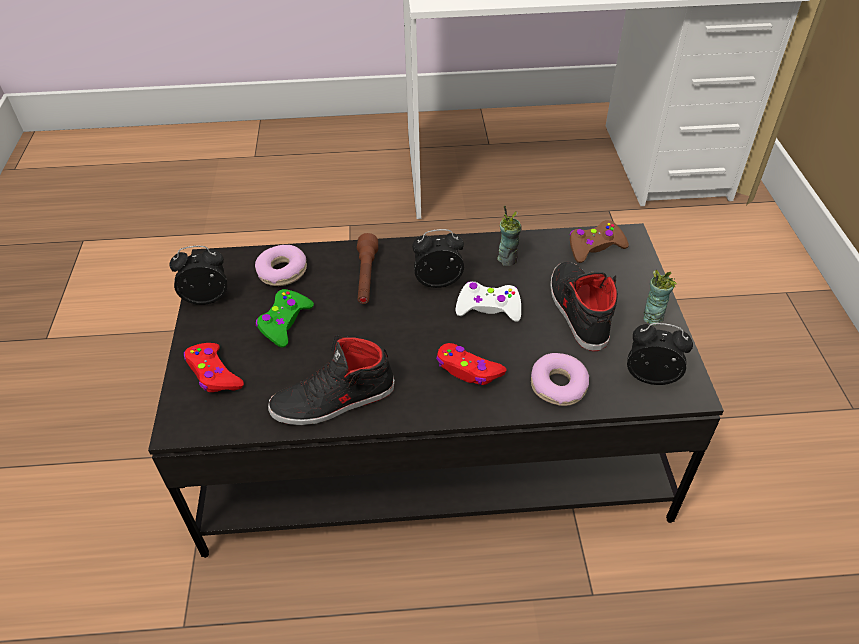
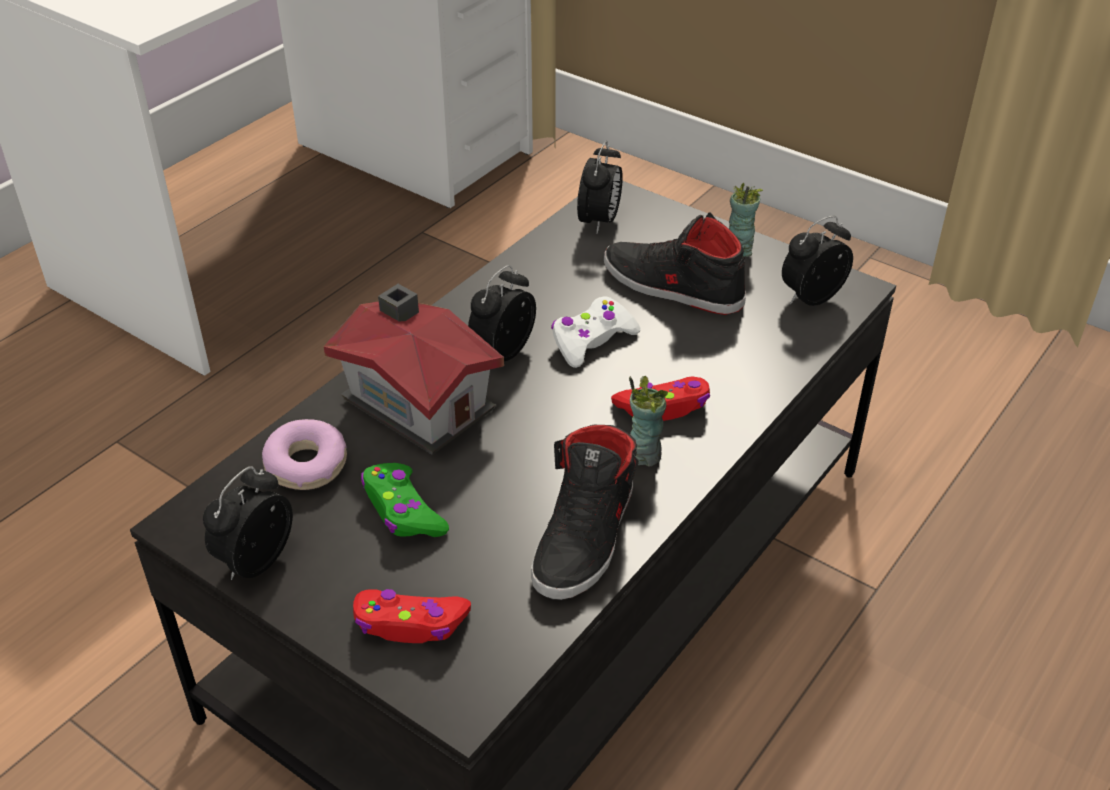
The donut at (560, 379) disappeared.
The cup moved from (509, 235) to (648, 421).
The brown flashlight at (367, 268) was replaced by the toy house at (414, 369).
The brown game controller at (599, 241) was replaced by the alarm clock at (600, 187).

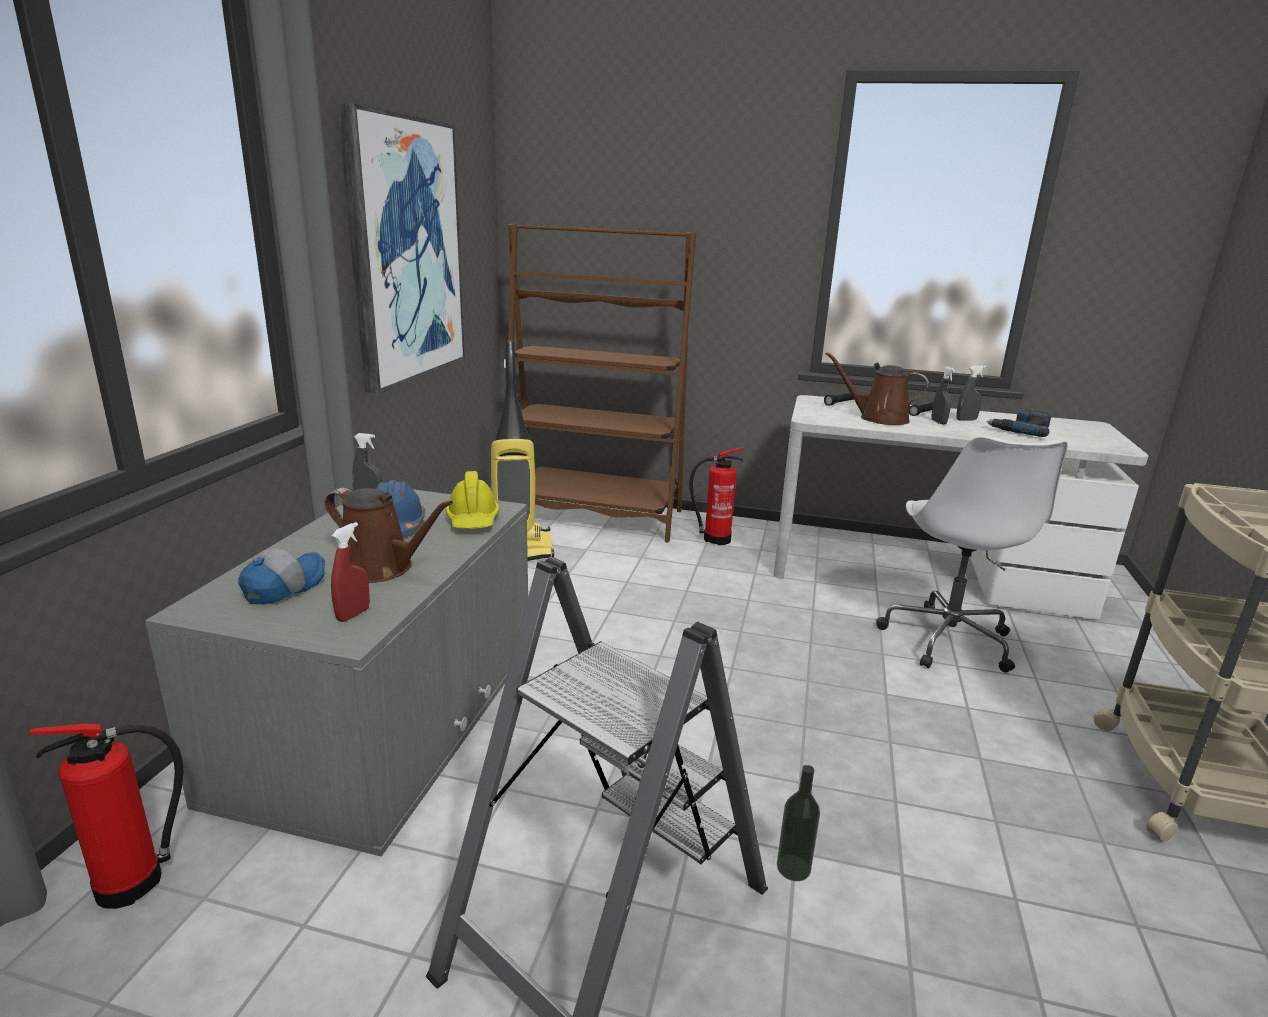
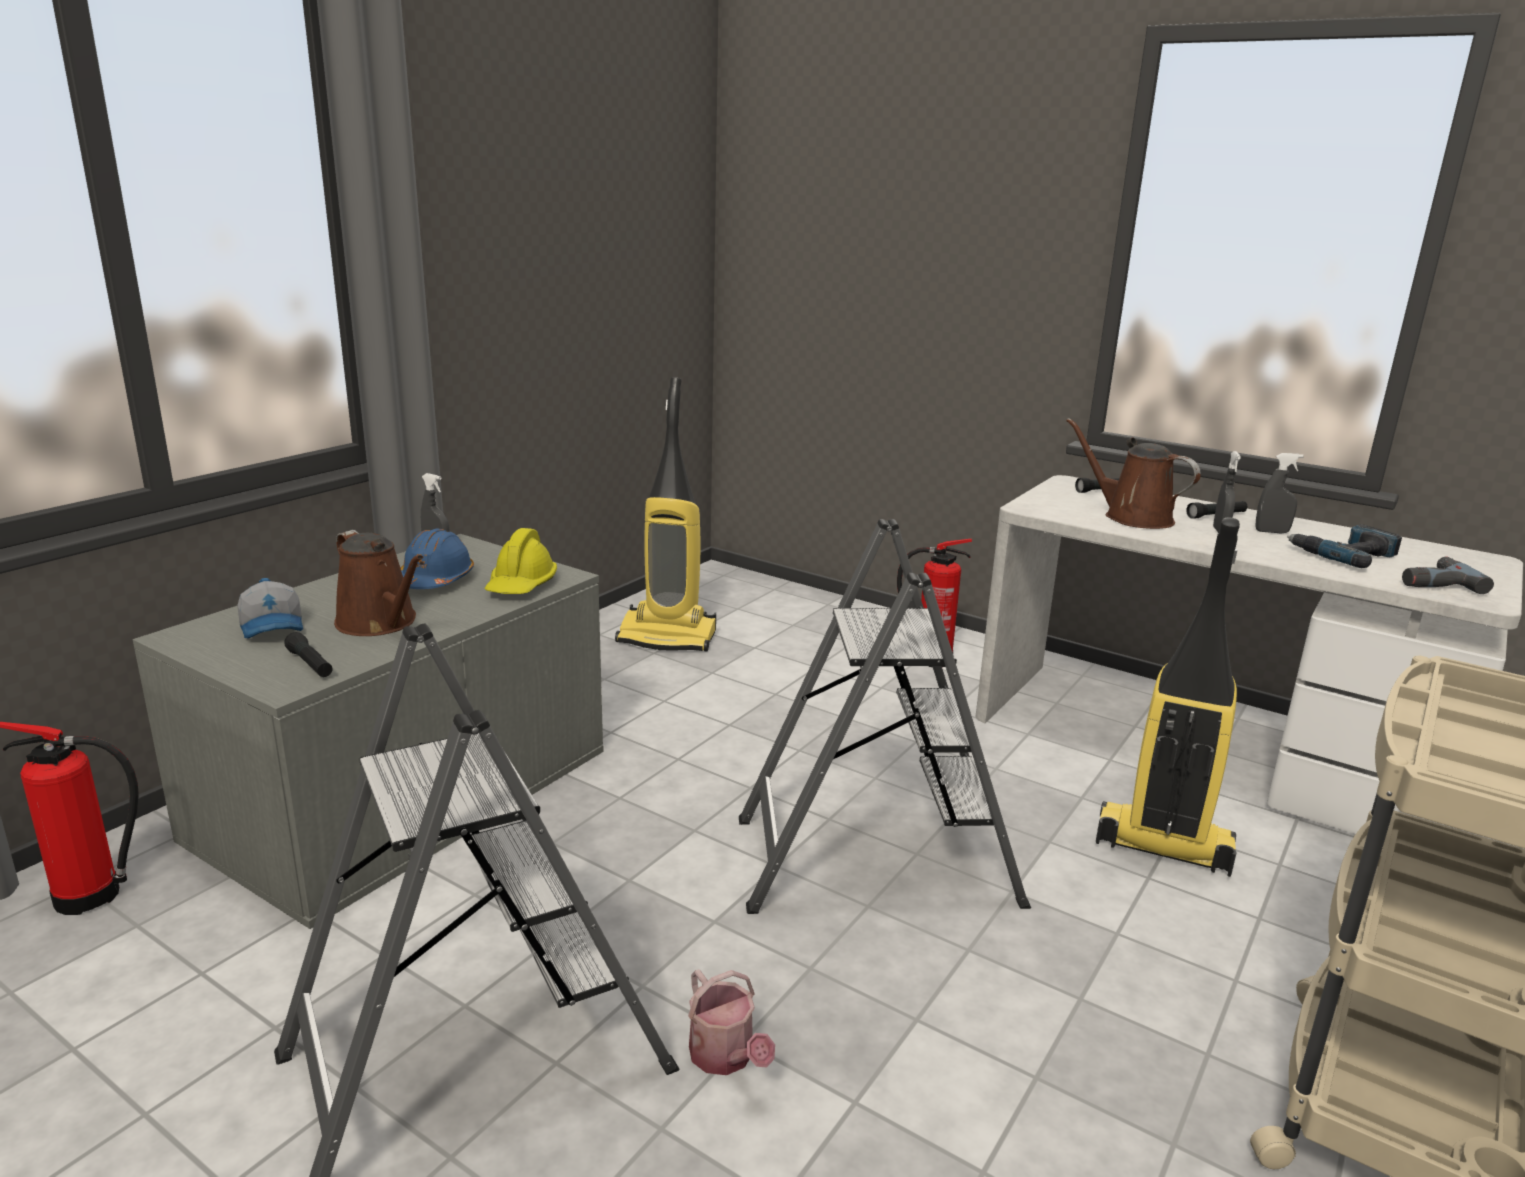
The picture at (401, 248) disappeared.
The brown bookcase at (602, 383) disappeared.
The grey step ladder at (885, 716) appeared.
The power drill at (1448, 575) appeared.
The red spray bottle at (350, 572) was replaced by the black flashlight at (308, 654).
The bottle at (798, 823) was replaced by the watering can at (731, 1022).
The white office chair at (972, 554) was replaced by the vacuum cleaner at (1168, 697).
The cap at (281, 576) turned 105 degrees clockwise.

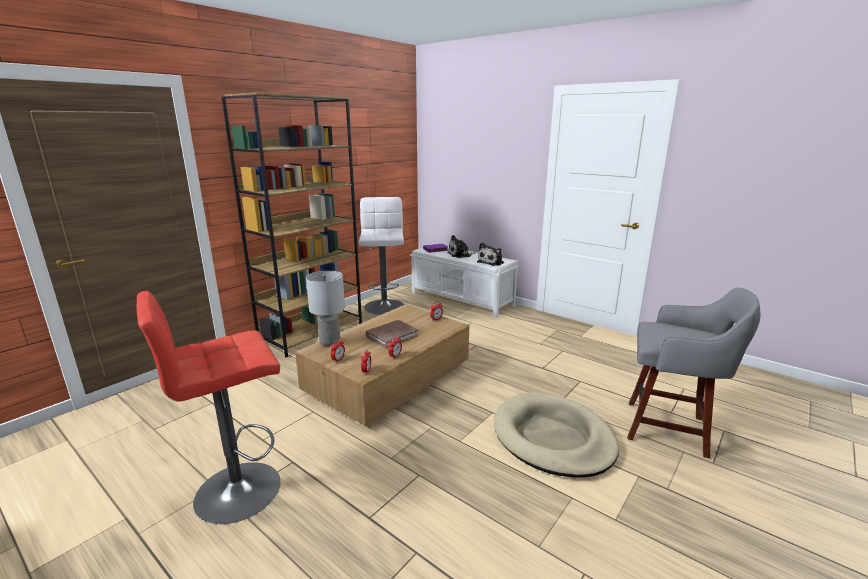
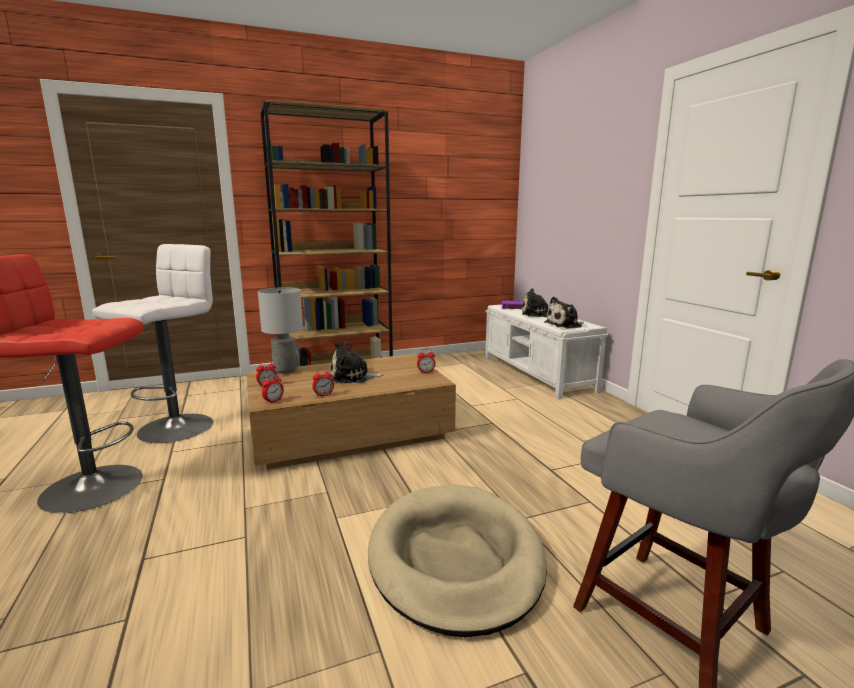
The white stool moved from (381, 256) to (152, 343).
The brown book at (392, 334) was replaced by the plush toy at (357, 362).

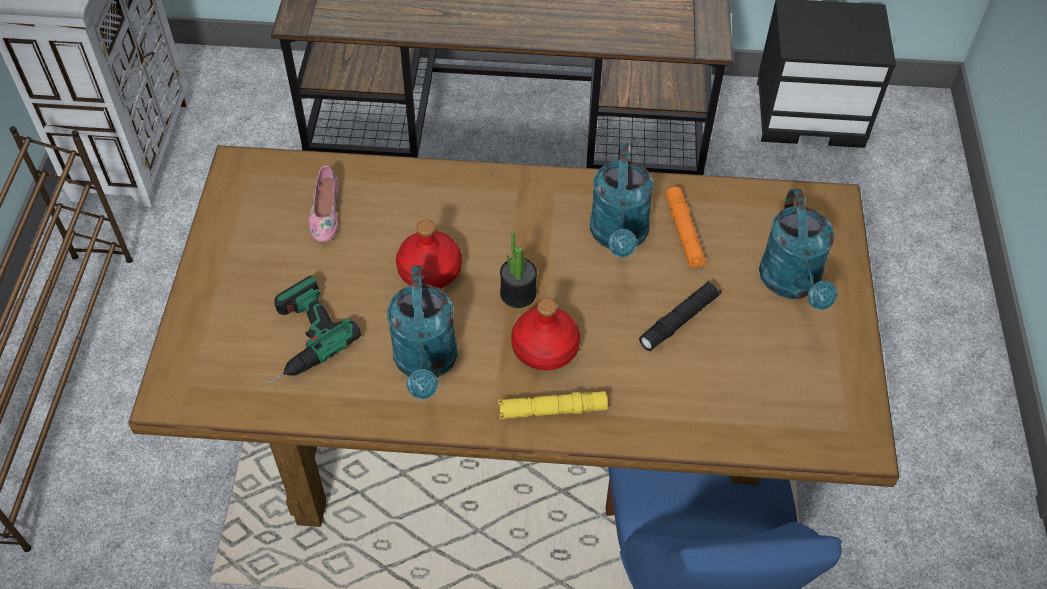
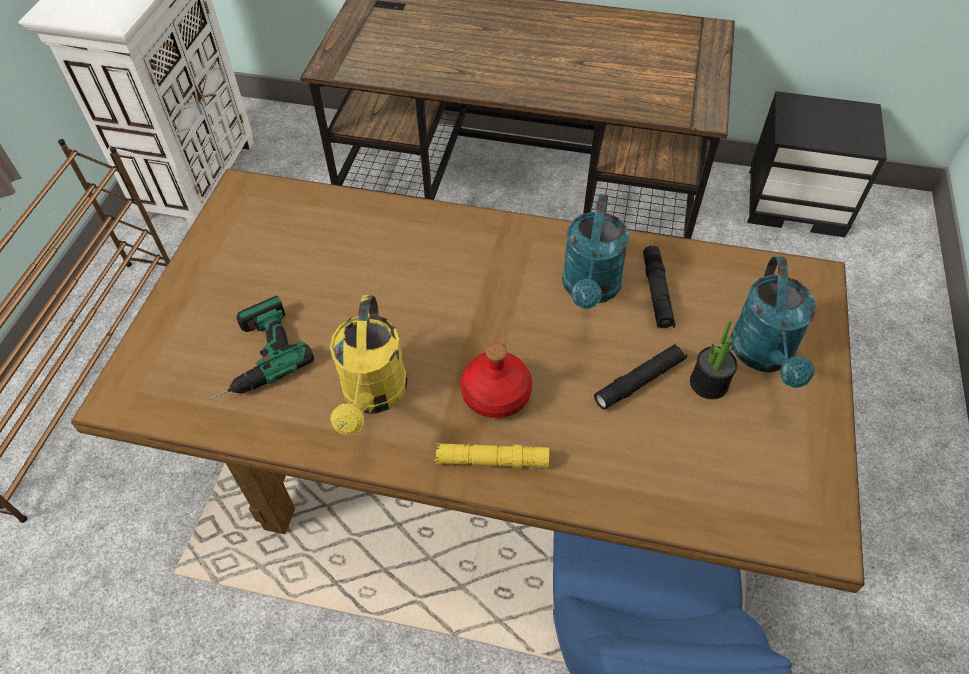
The pink shoe at (323, 204) disappeared.
The red bottle at (429, 254) disappeared.
The potted plant moved from (518, 269) to (714, 359).
The turquoise watering can at (422, 332) became the yellow watering can at (369, 365).
The orange flashlight at (686, 227) became the black flashlight at (659, 287).

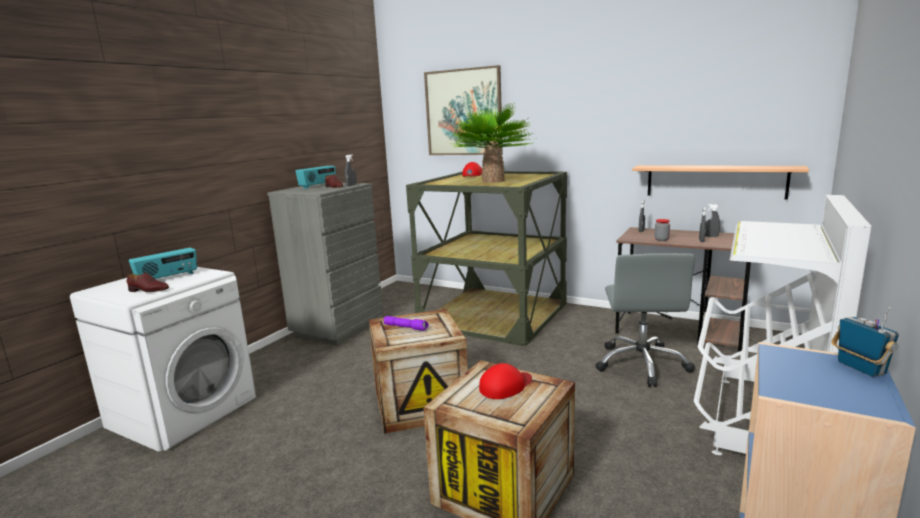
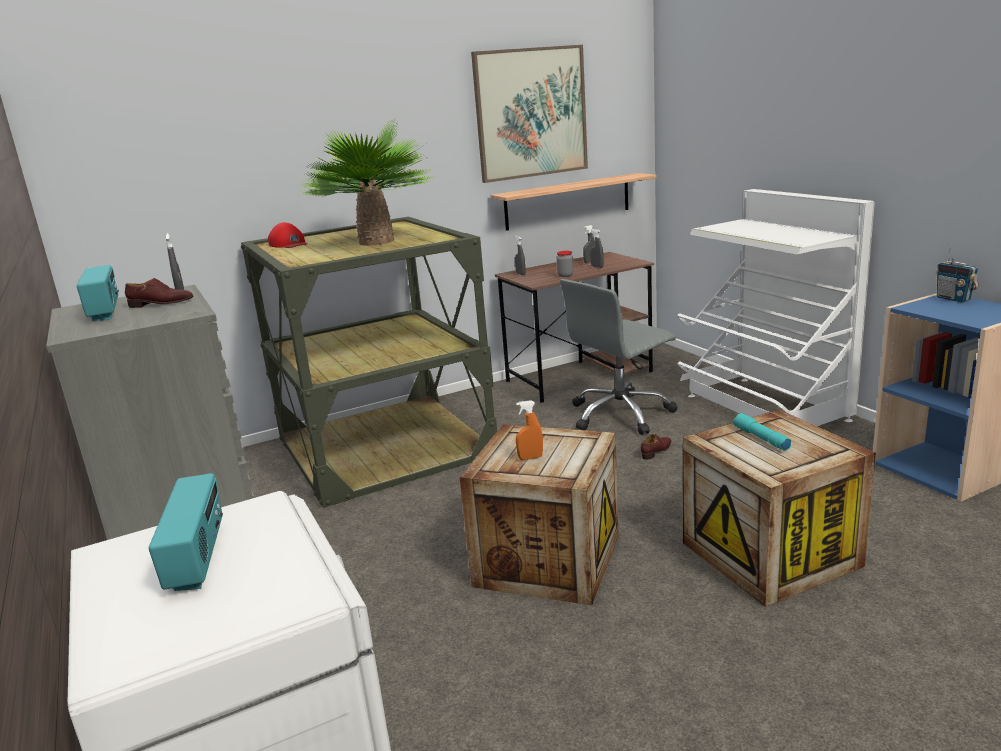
The brown shoe moved from (148, 282) to (655, 447).
The picture moved from (463, 110) to (529, 114).
The purple flashlight at (406, 323) was replaced by the orange spray bottle at (529, 430).
The red cap at (505, 381) was replaced by the turquoise flashlight at (762, 432).
The grey office chair at (645, 320) turned 105 degrees clockwise.
The radio at (865, 342) turned 135 degrees counterclockwise.

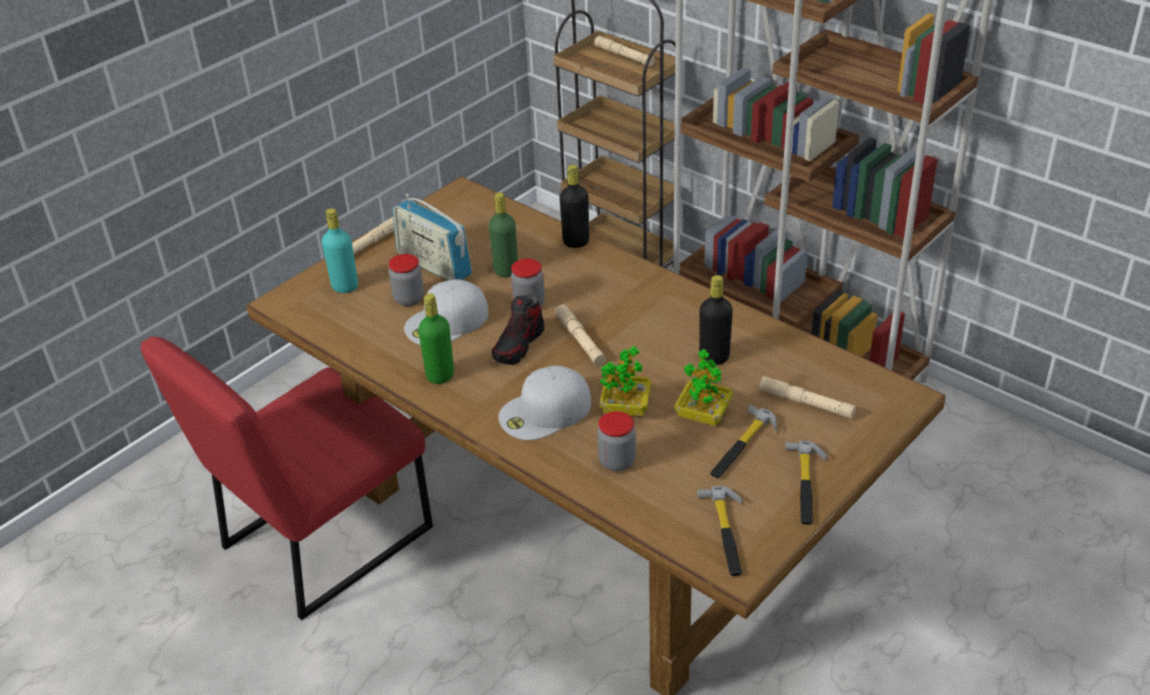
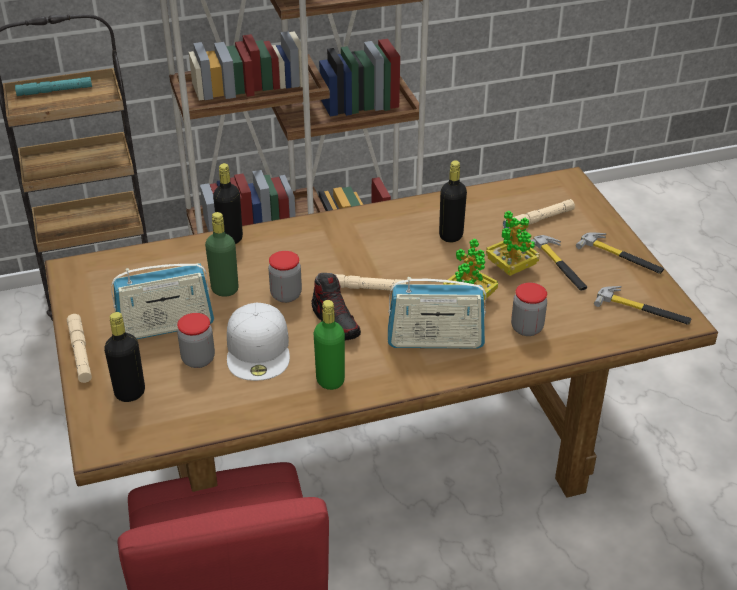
The white cap at (544, 403) was replaced by the radio at (437, 312).
The turquoise bottle at (340, 250) became the black bottle at (124, 357).
The beige flashlight at (624, 51) became the turquoise flashlight at (53, 86).

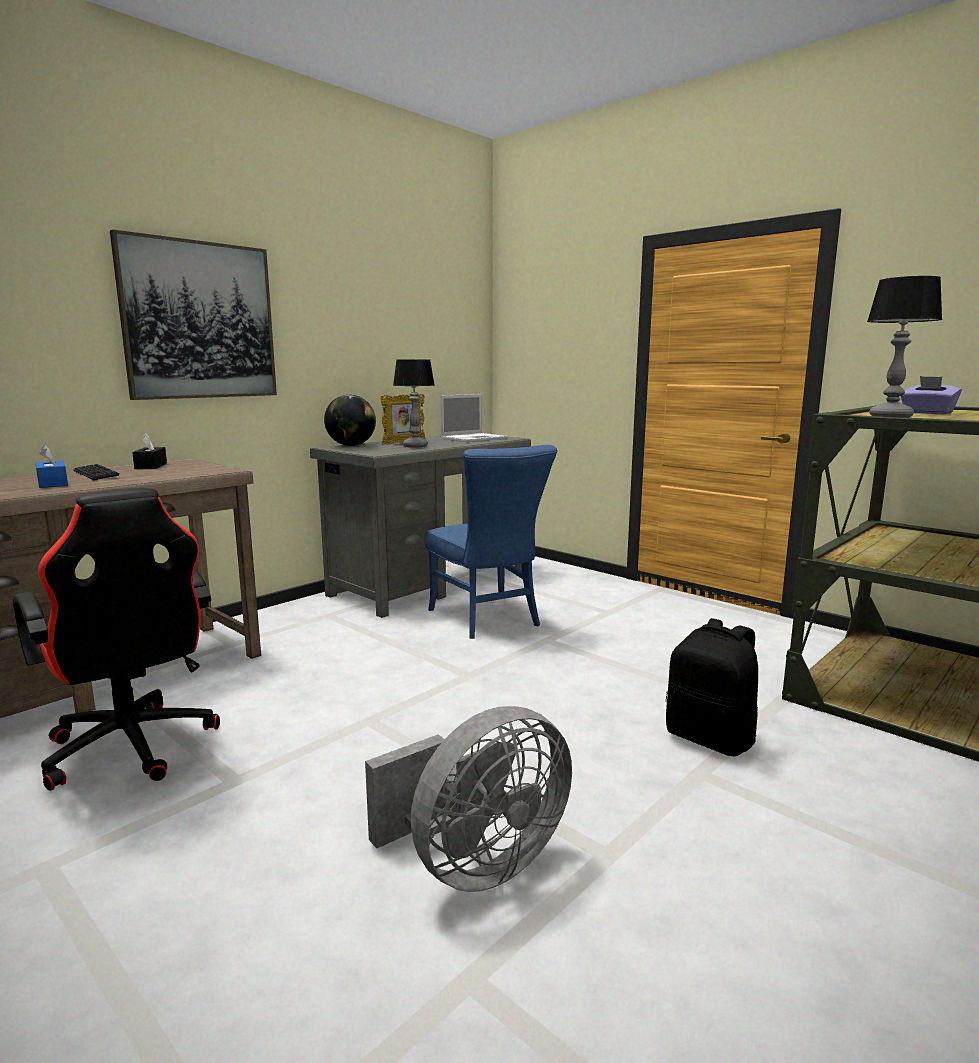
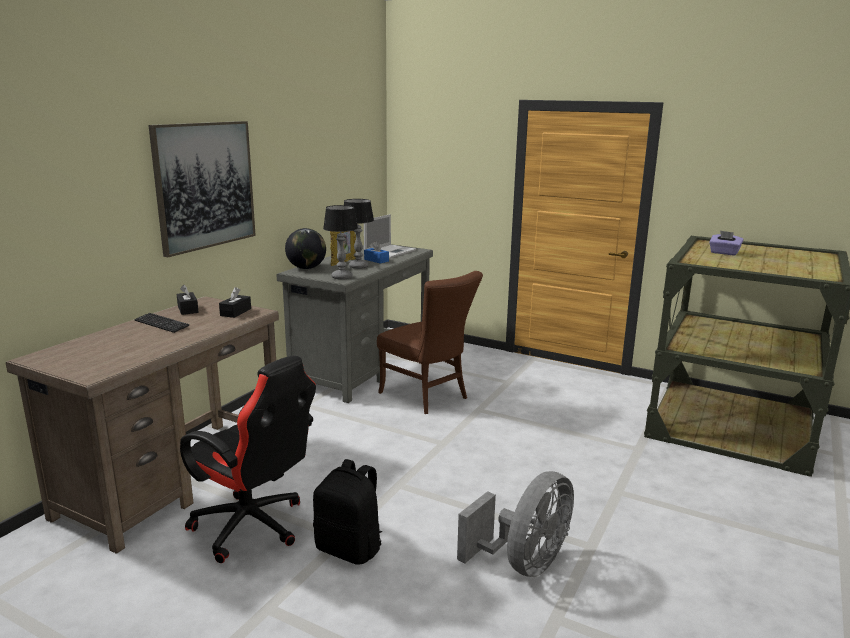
The black tissue box at (235, 302) appeared.
The blue tissue box moved from (51, 466) to (376, 252).
The black backpack moved from (712, 687) to (347, 512).
The table lamp moved from (904, 347) to (340, 242).
The blue chair at (491, 542) became the brown chair at (430, 342).

